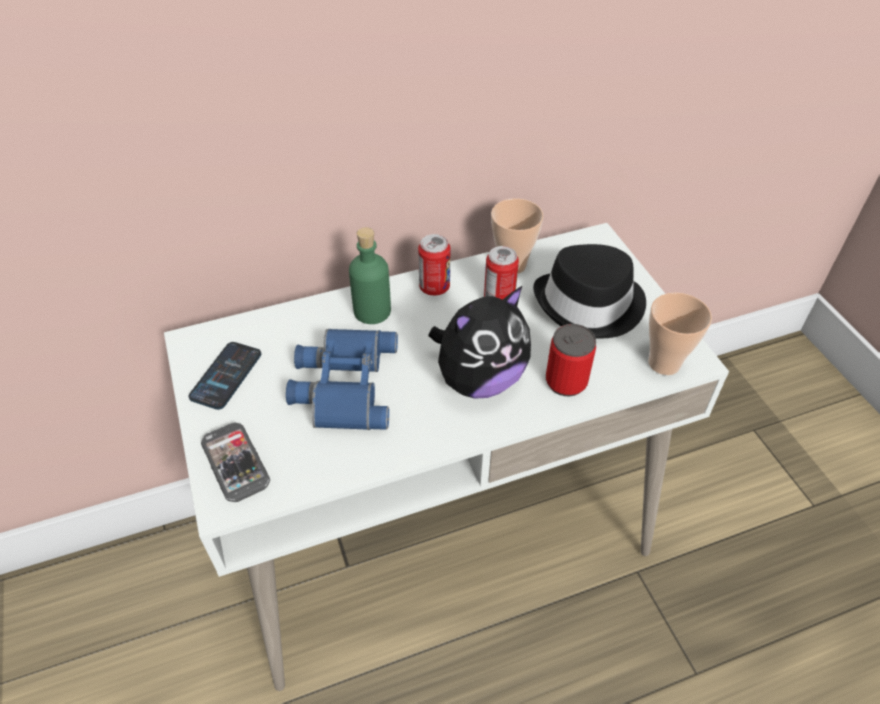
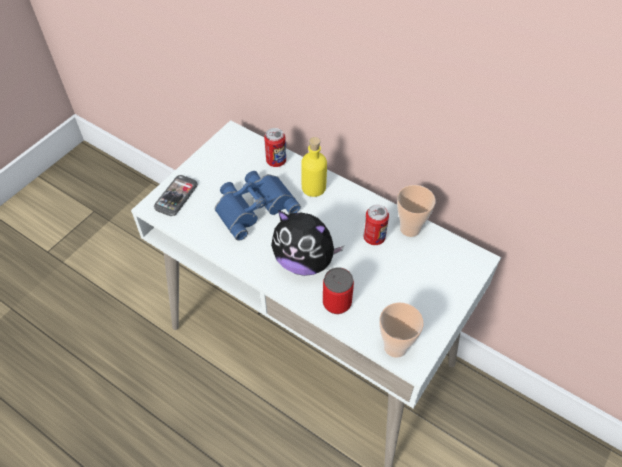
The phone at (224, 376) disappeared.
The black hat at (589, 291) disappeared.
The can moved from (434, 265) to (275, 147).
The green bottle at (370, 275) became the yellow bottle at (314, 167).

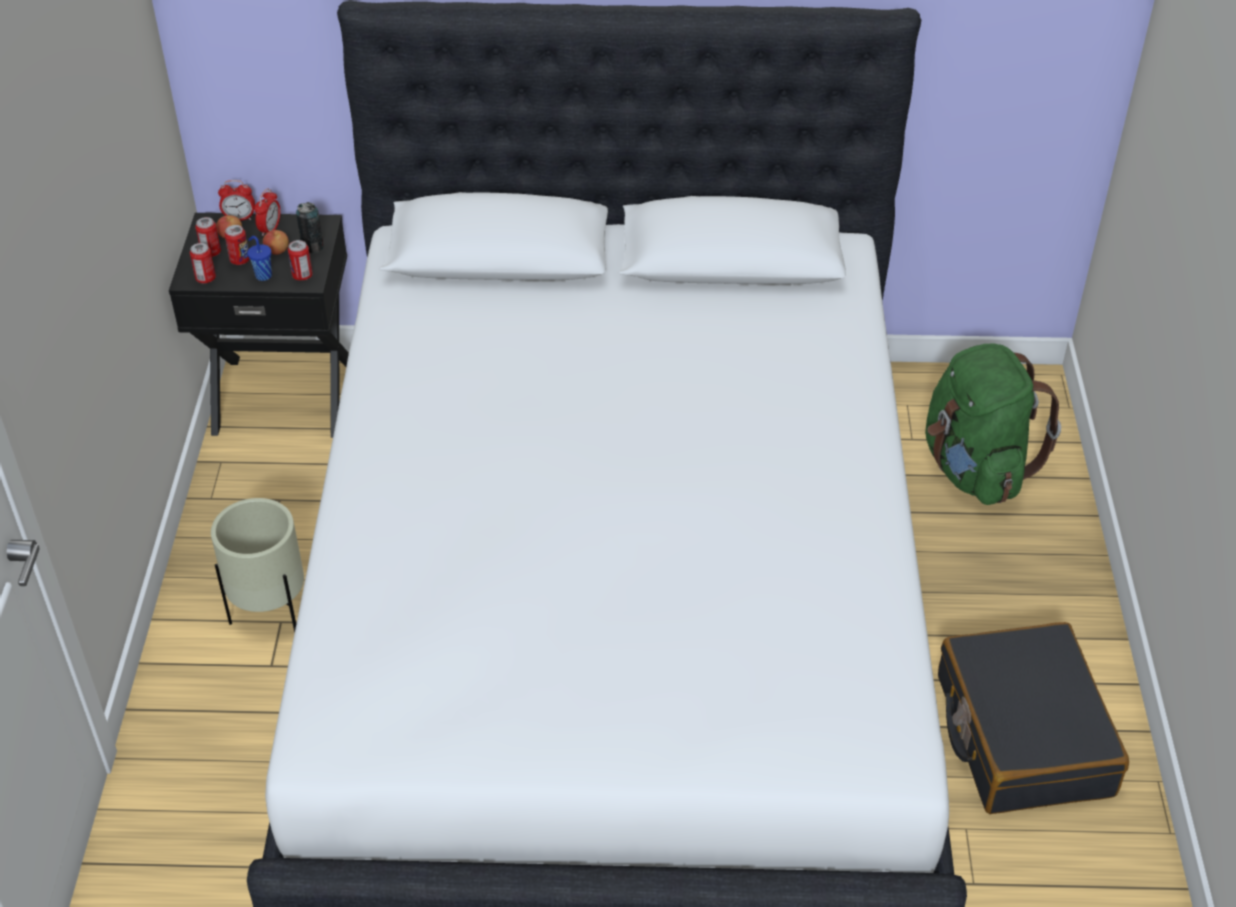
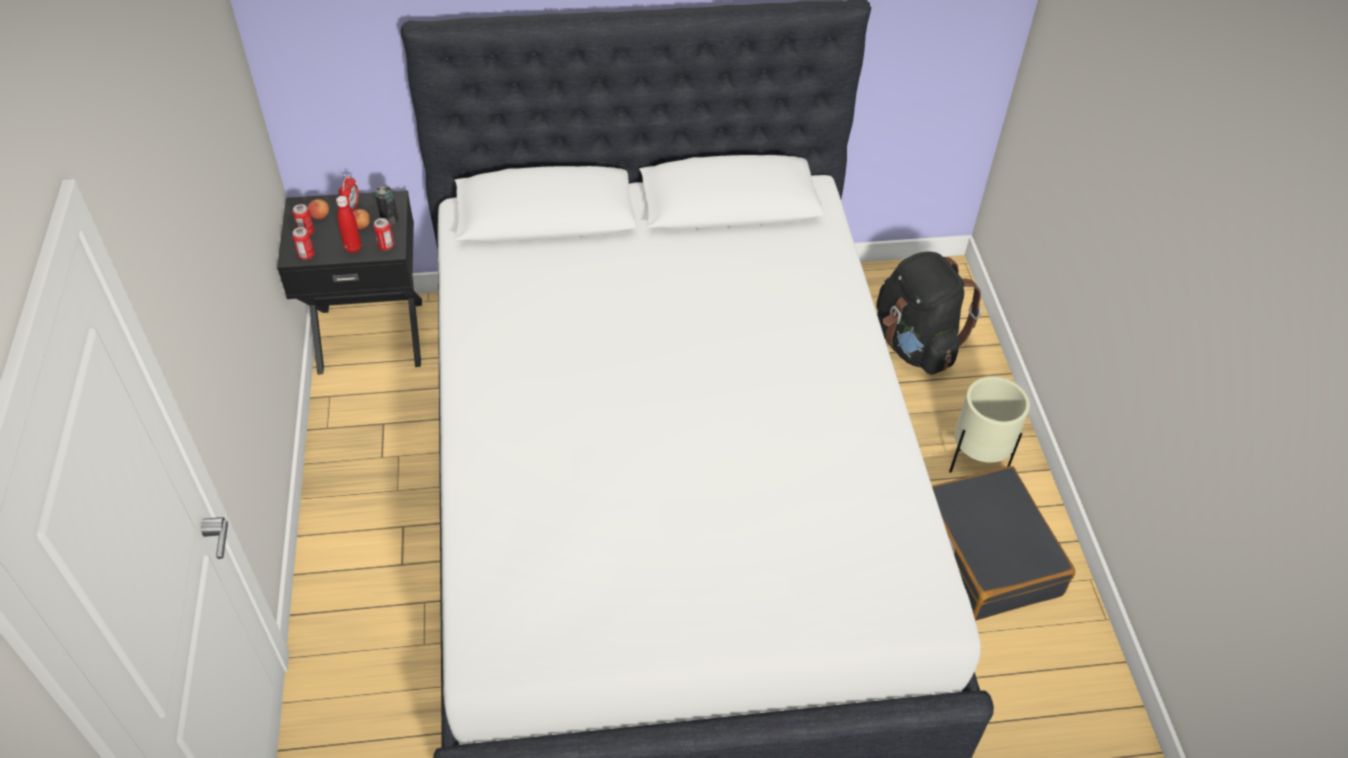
The alarm clock at (236, 200) disappeared.
The can at (237, 245) disappeared.
The beige planter moved from (257, 565) to (989, 424).
The blue cup at (259, 258) was replaced by the red bottle at (349, 224).
The green backpack at (993, 424) became the black backpack at (929, 313).

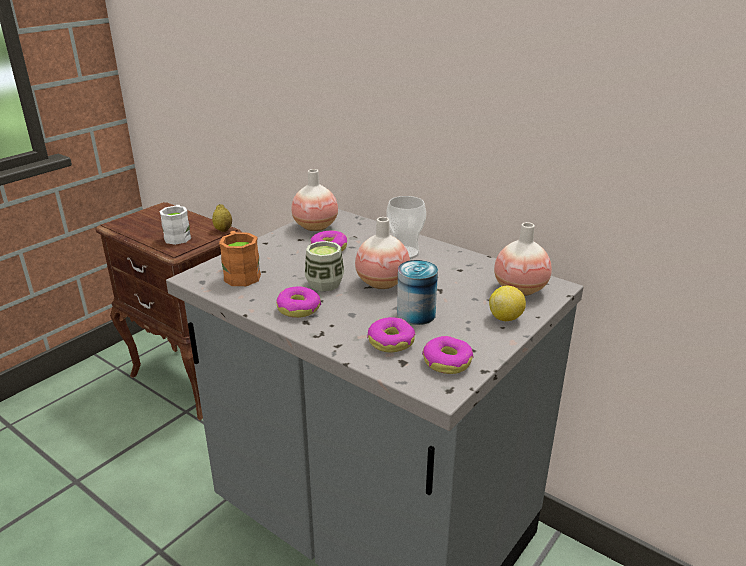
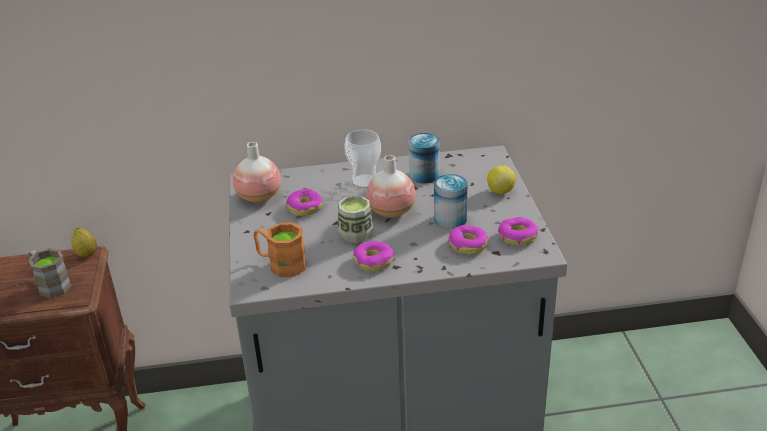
The vase at (523, 259) disappeared.
The can at (424, 158) appeared.
The white mug at (175, 225) became the brown mug at (50, 273).

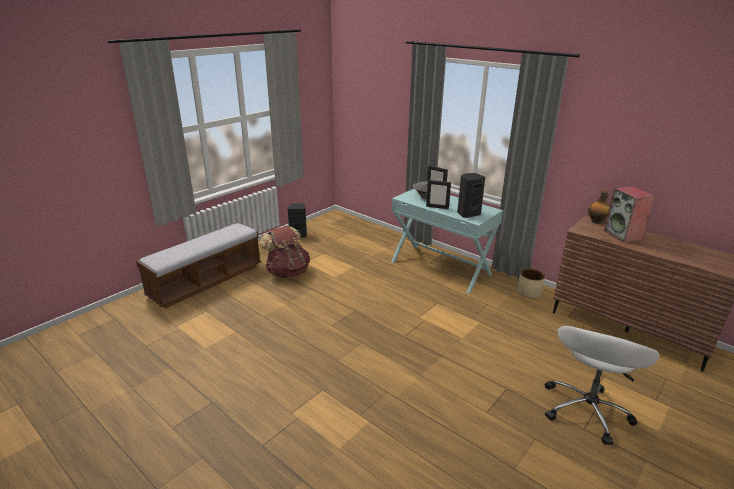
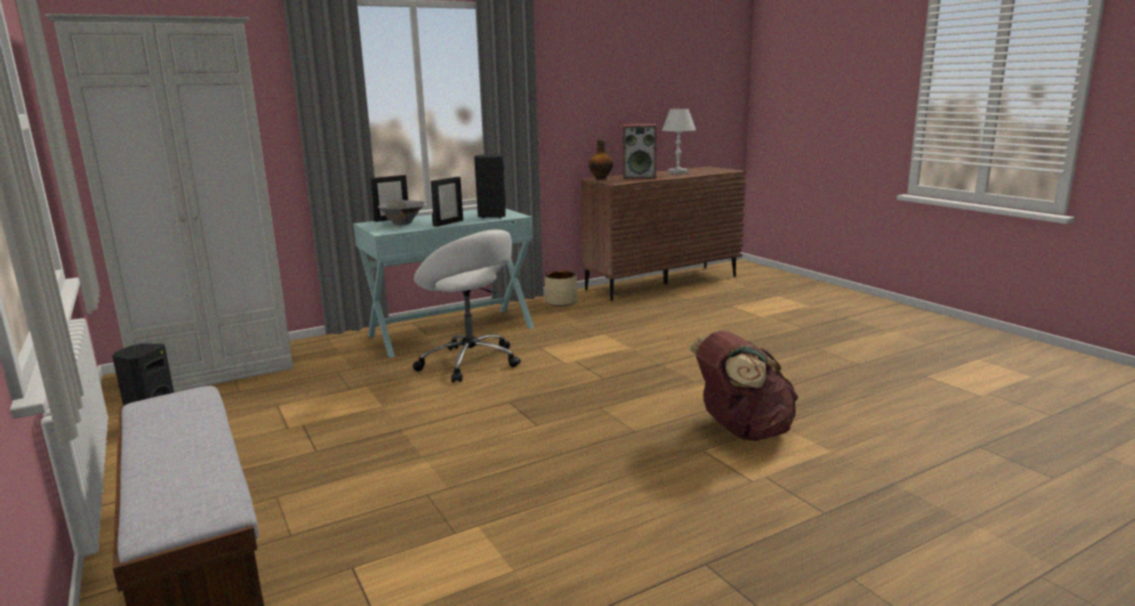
The white wardrobe at (169, 203) appeared.
The white table lamp at (679, 141) appeared.
The brown backpack moved from (285, 252) to (743, 386).
The white office chair moved from (601, 385) to (467, 306).

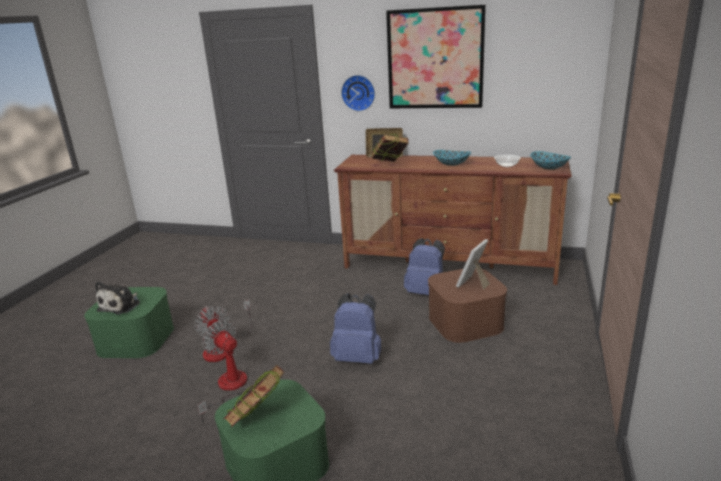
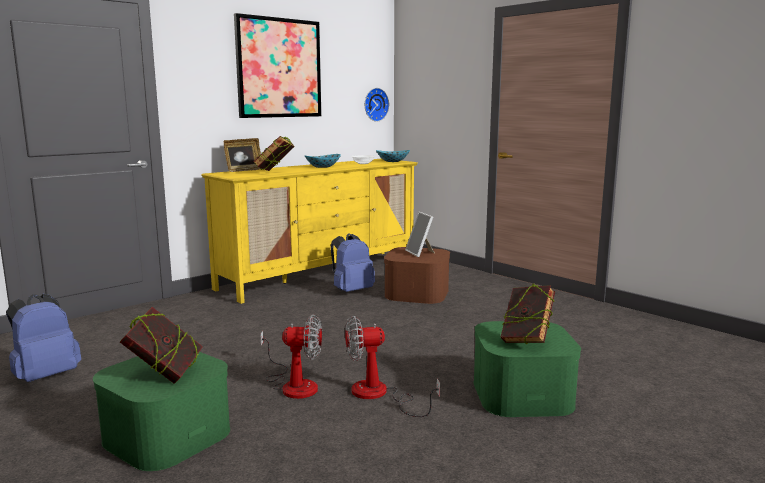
The blue backpack moved from (355, 328) to (43, 338).
The wall clock moved from (358, 93) to (377, 105).
The plush toy at (117, 298) was replaced by the book at (161, 345).
The brown dresser at (453, 220) became the yellow dresser at (310, 231).

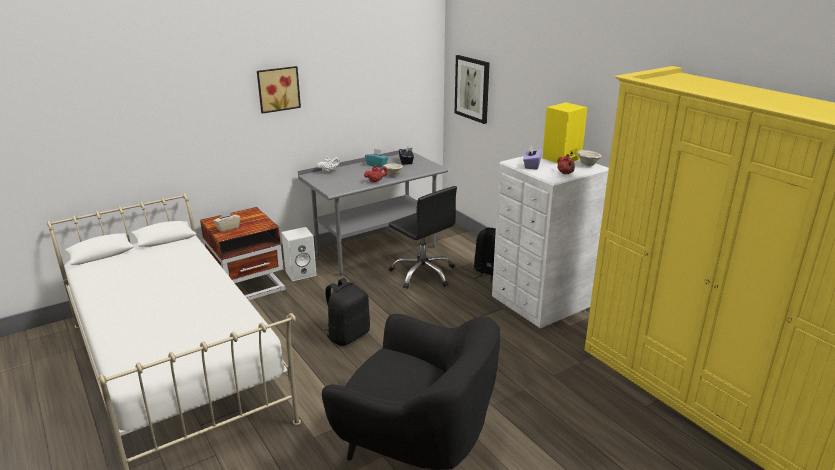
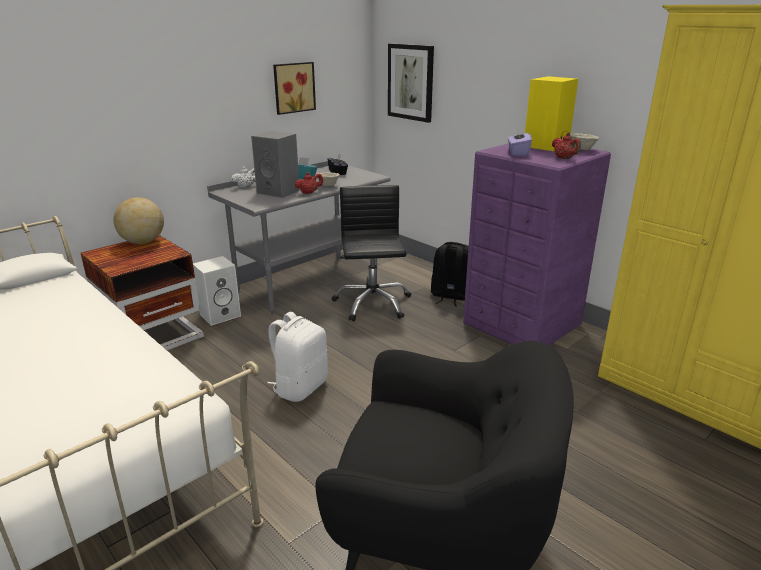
The beige tissue box at (226, 221) disappeared.
The globe at (138, 220) appeared.
The grey speaker at (275, 164) appeared.
The picture moved from (279, 90) to (294, 88).
The black backpack at (347, 312) became the white backpack at (297, 357).
The white dresser at (550, 239) became the purple dresser at (537, 244).
The black office chair at (423, 237) turned 135 degrees counterclockwise.

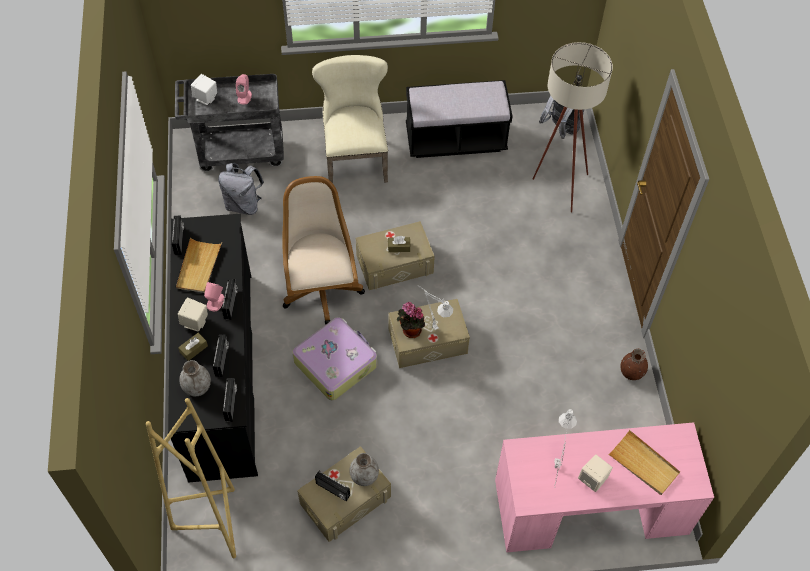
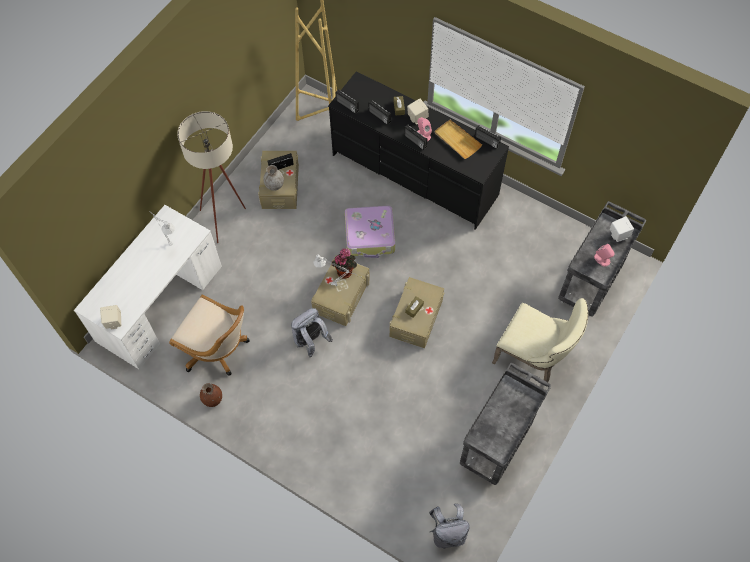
The grey vase at (195, 378) disappeared.
The beige tray at (644, 462) disappeared.
The grey backpack moved from (241, 189) to (312, 332).
The office chair moved from (323, 250) to (209, 335).
The beige floor lamp moved from (573, 127) to (211, 177).
The beige speaker moved from (595, 473) to (110, 317).
The black bench at (459, 119) was replaced by the grey cart at (505, 424).
The pink desk at (604, 487) became the white desk at (148, 287).

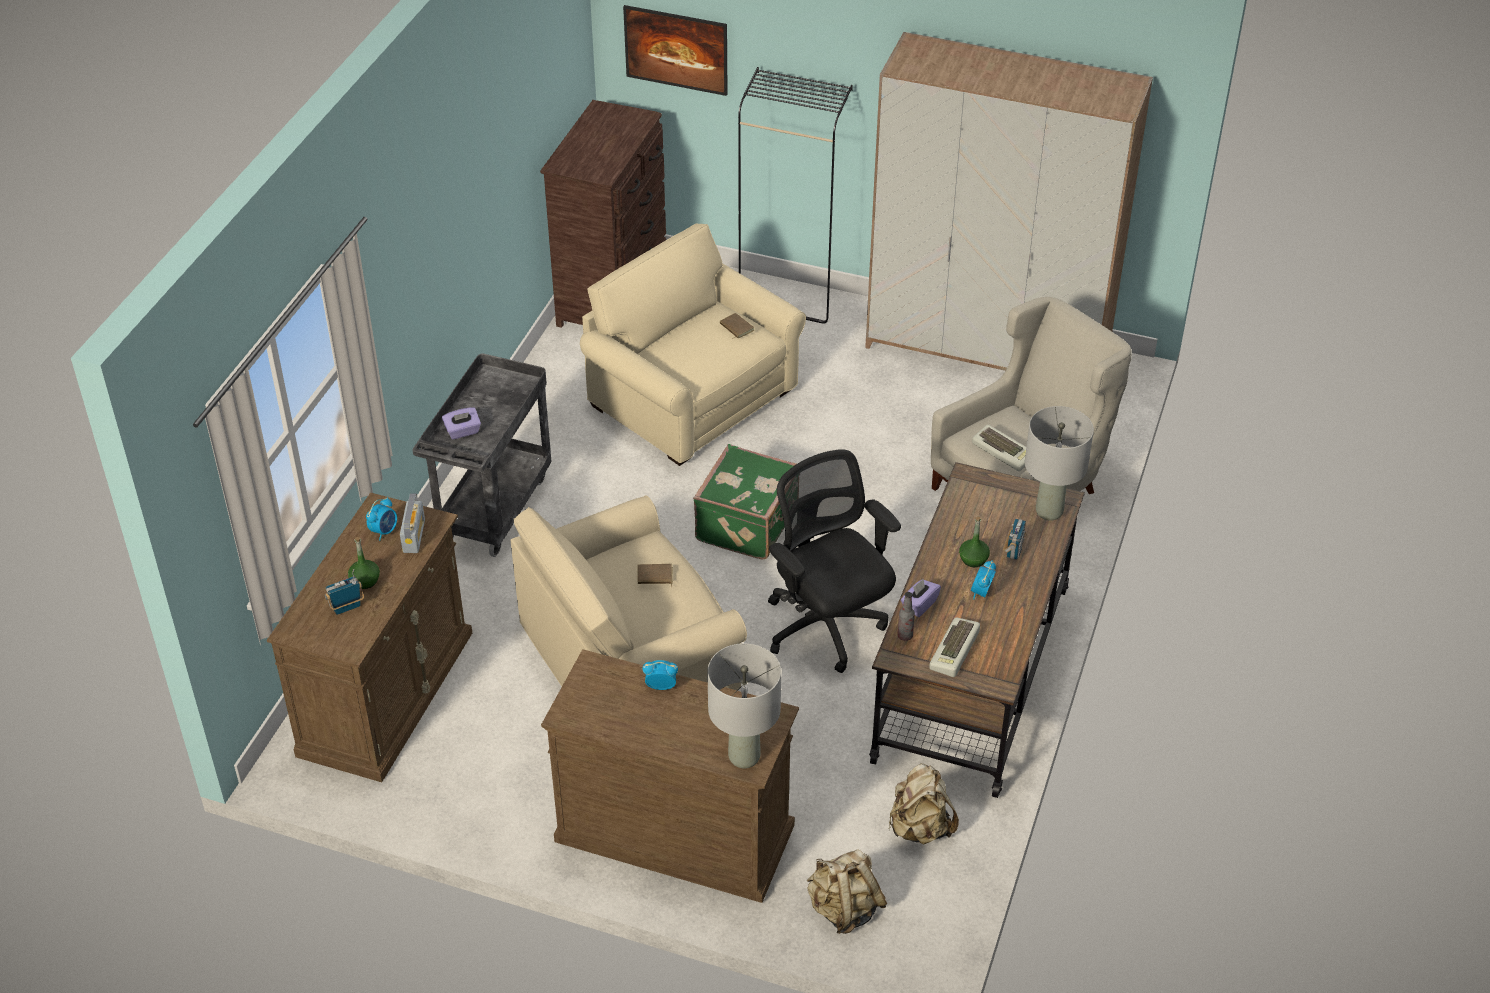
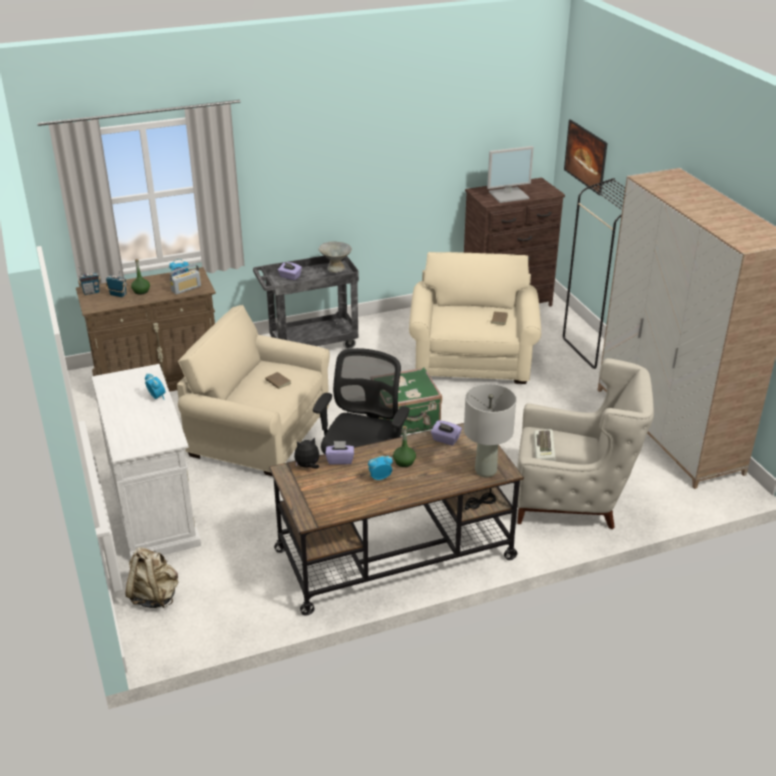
The grey table lamp at (744, 705) disappeared.
The beige backpack at (924, 803) disappeared.
The keyboard at (954, 647) disappeared.
The grey bowl at (335, 256) appeared.
The purple tissue box at (446, 433) appeared.
The monitor at (510, 174) appeared.
The radio moved from (1015, 539) to (89, 280).
The bottle at (906, 616) was replaced by the plush toy at (306, 453).
The brown dresser at (670, 776) became the white dresser at (146, 461).

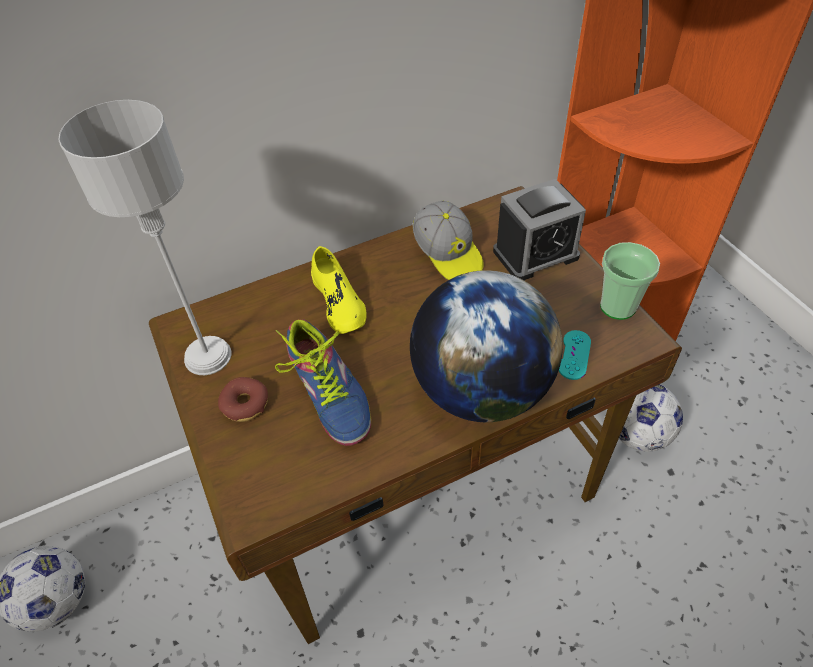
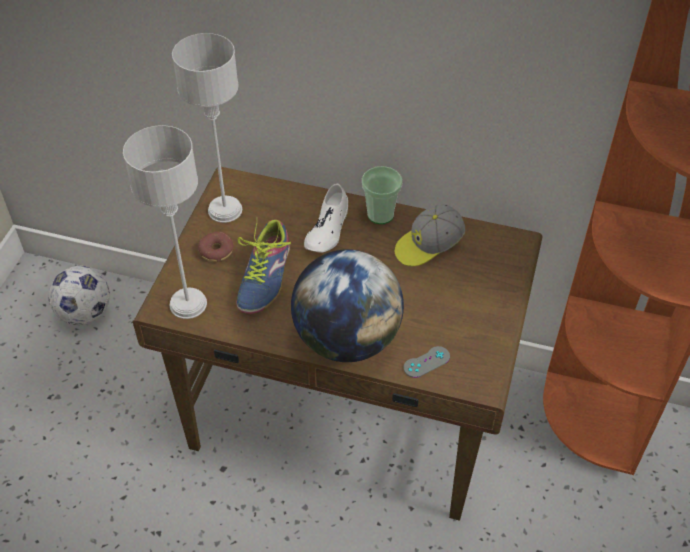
The alarm clock at (539, 229) disappeared.
The football at (651, 418) disappeared.
The grey table lamp at (165, 222) appeared.
The cup moved from (630, 281) to (382, 195).
The yellow shoe at (339, 290) became the white shoe at (326, 218).
The turquoise game controller at (575, 355) became the grey game controller at (426, 362).
The cap at (448, 240) turned 45 degrees clockwise.

